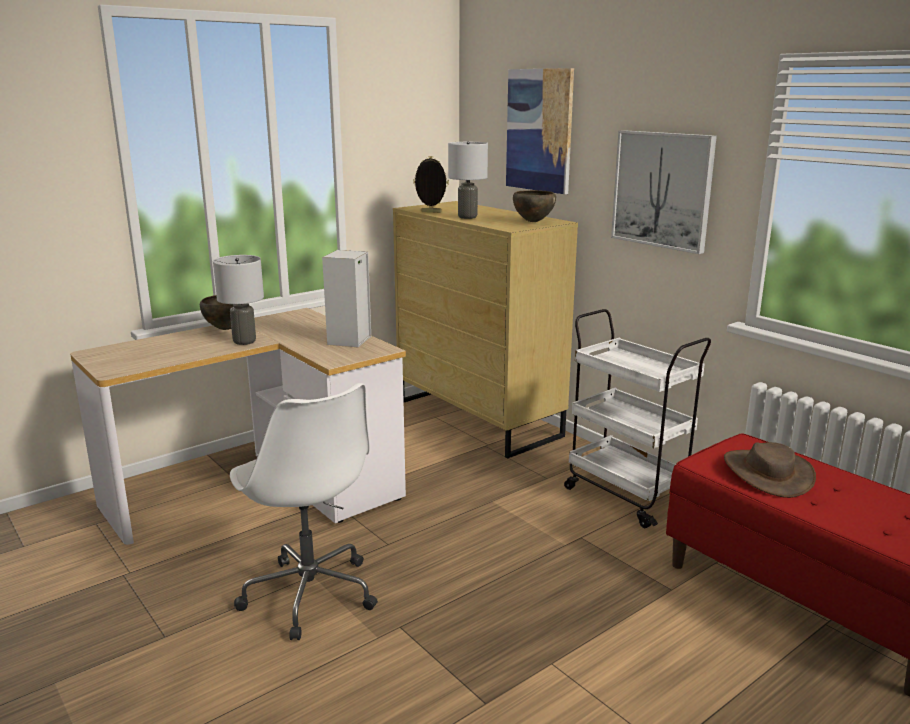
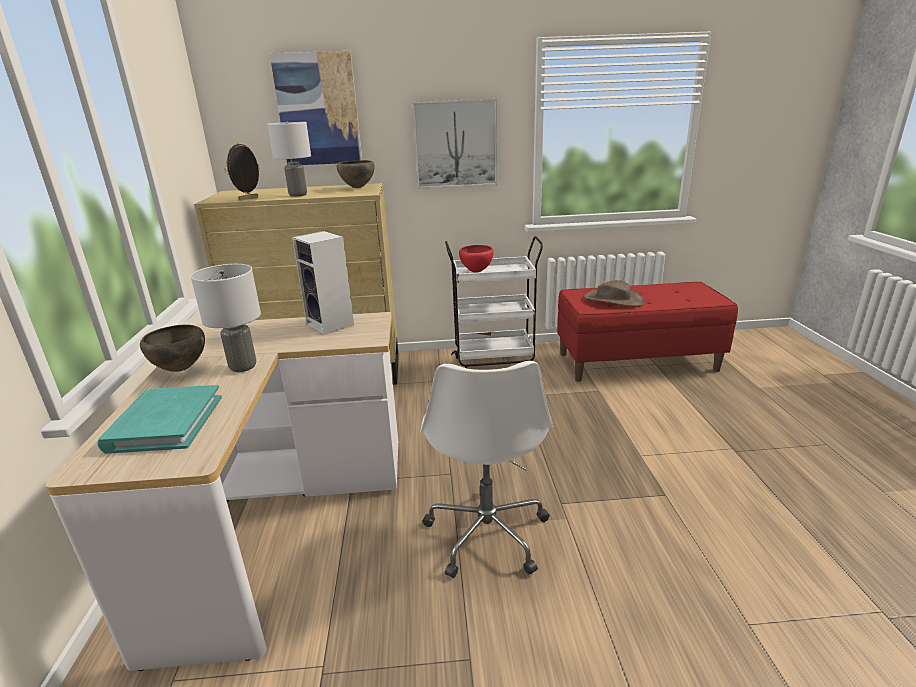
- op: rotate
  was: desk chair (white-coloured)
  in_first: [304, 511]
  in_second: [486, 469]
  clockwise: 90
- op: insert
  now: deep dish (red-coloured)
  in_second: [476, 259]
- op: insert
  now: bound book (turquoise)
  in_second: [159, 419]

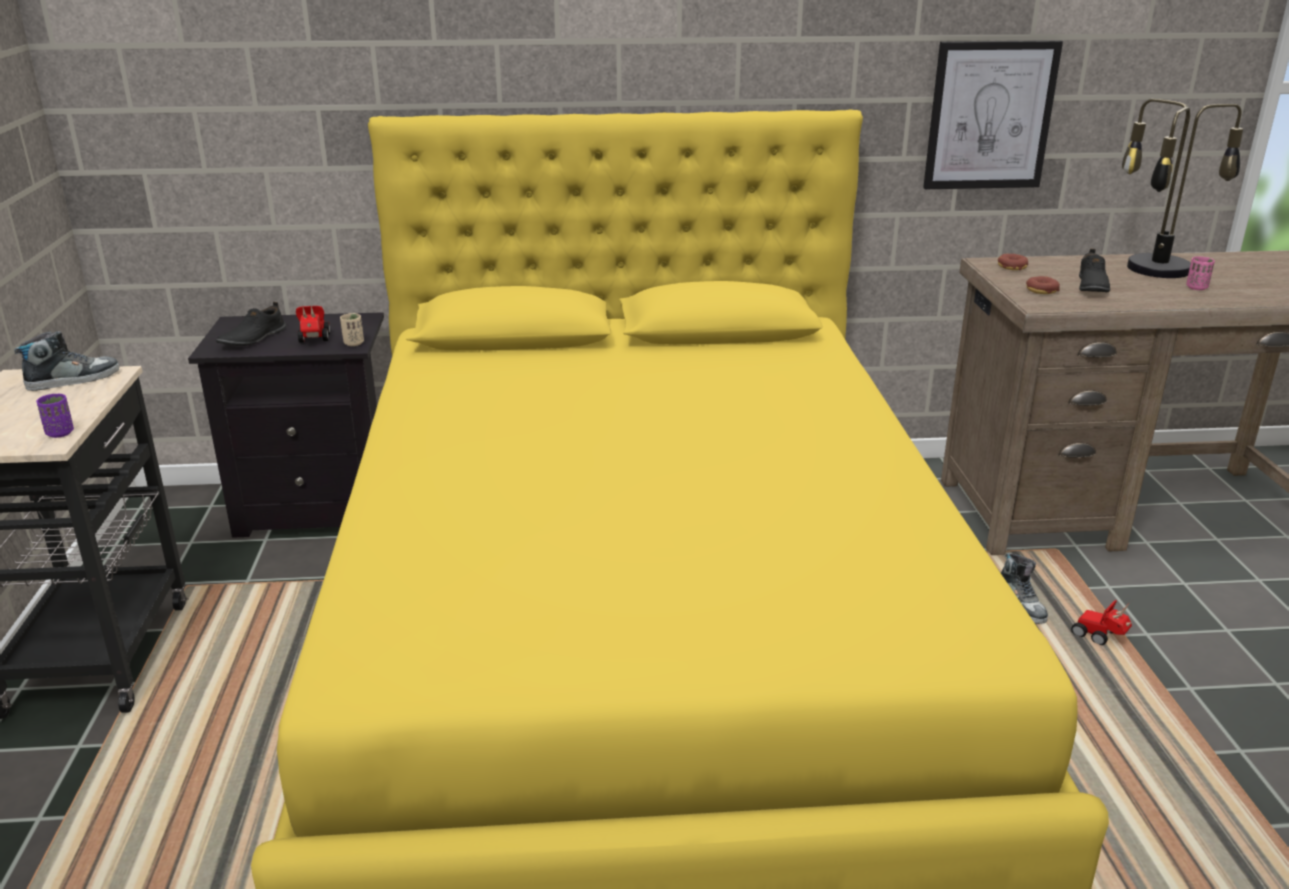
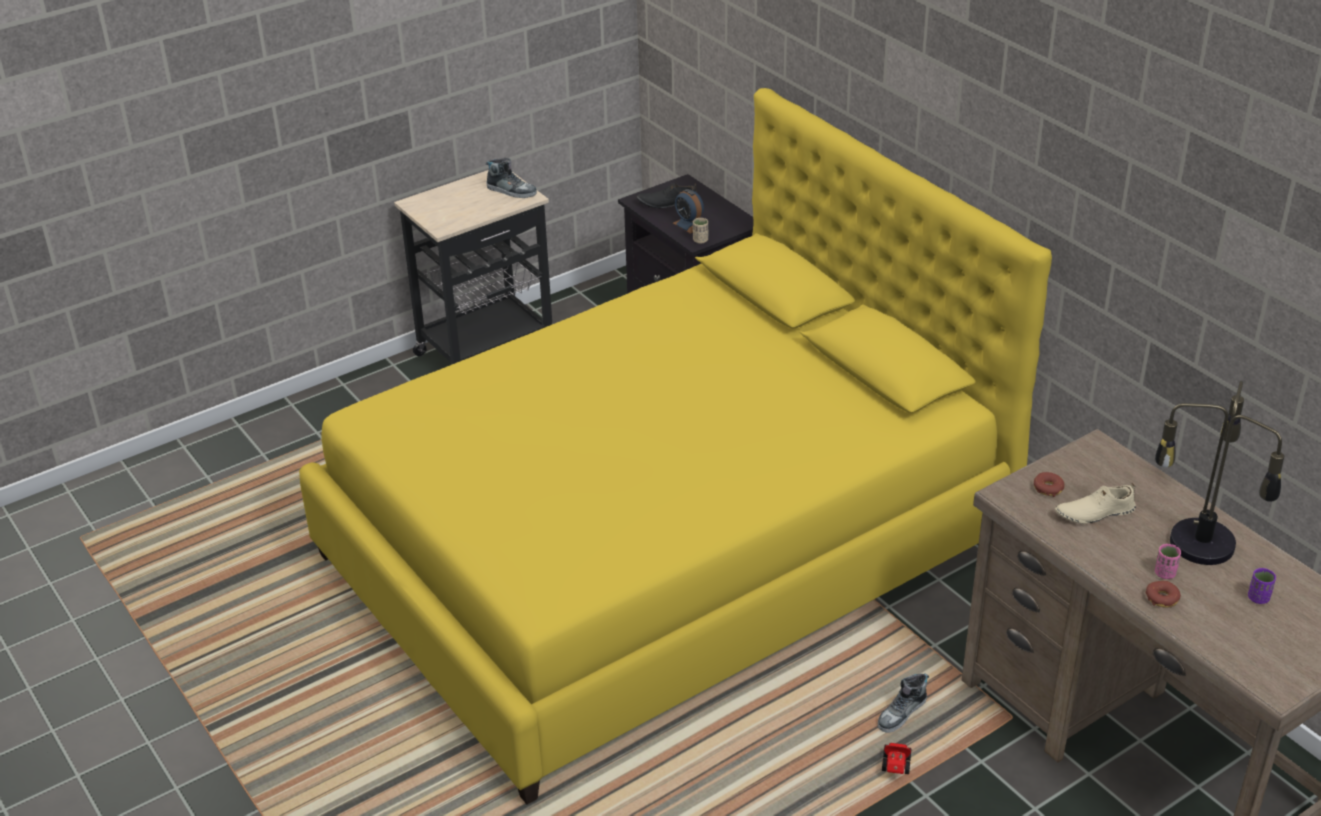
- op: delete
  was: wall picture
  in_first: [993, 114]
- op: recolor
  was: low shoe (black-coloured)
  now: low shoe (sand-coloured)
  in_first: [1094, 270]
  in_second: [1095, 503]
- op: move
  was: doughnut
  in_first: [1013, 262]
  in_second: [1163, 594]
- op: replace
  was: miniature car
  now: table clock
  in_first: [313, 324]
  in_second: [688, 211]
- op: move
  was: drinking cup (purple)
  in_first: [55, 415]
  in_second: [1262, 586]

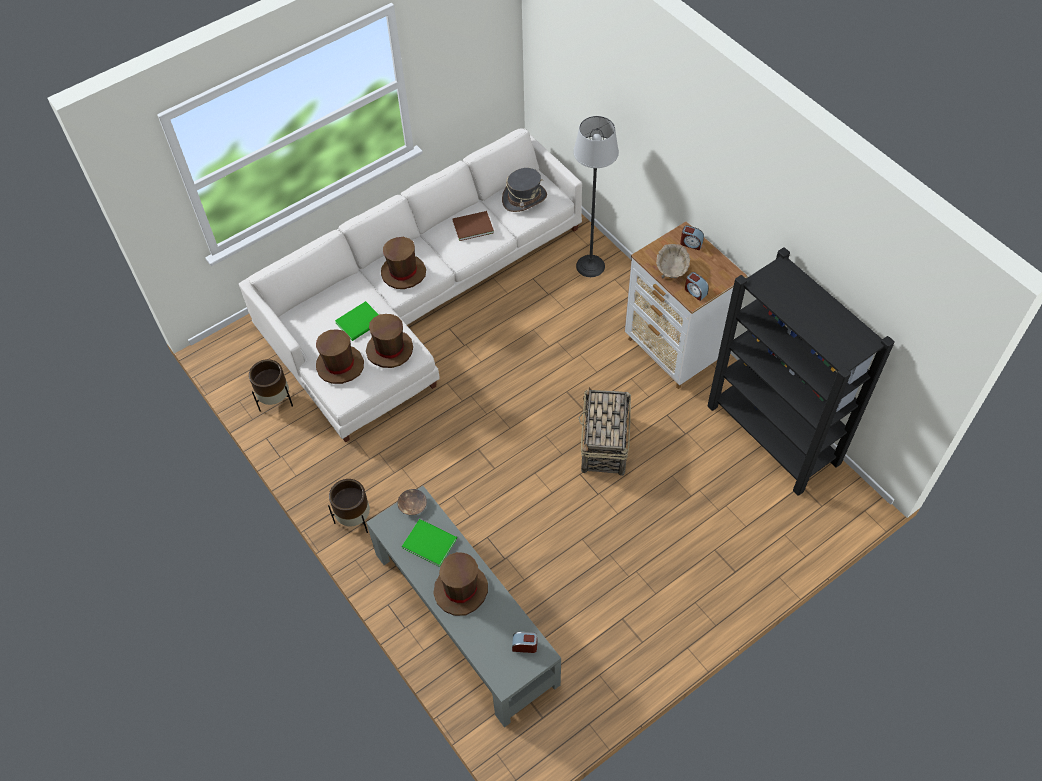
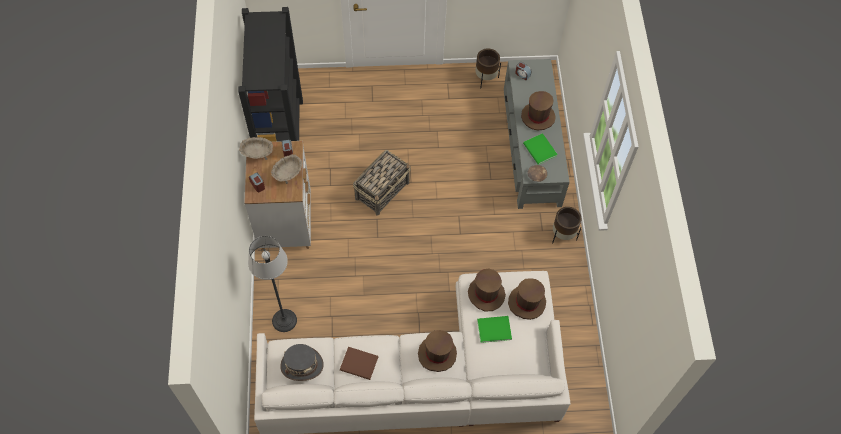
- op: move
  was: planter (brown)
  in_first: [271, 385]
  in_second: [488, 68]
- op: insert
  now: deep dish (sand-coloured)
  in_second: [256, 148]

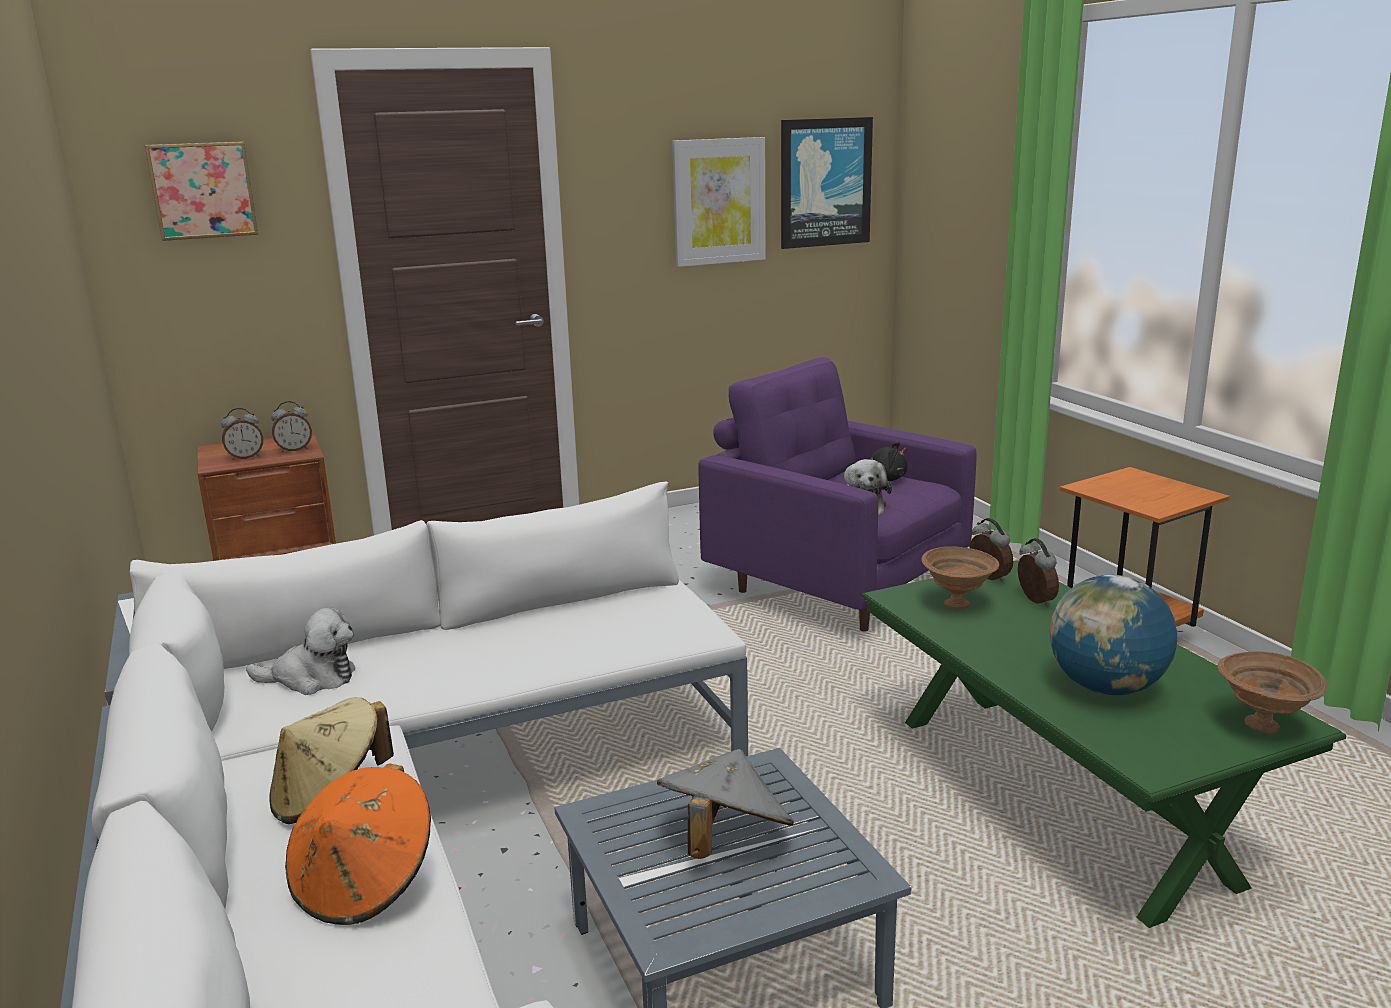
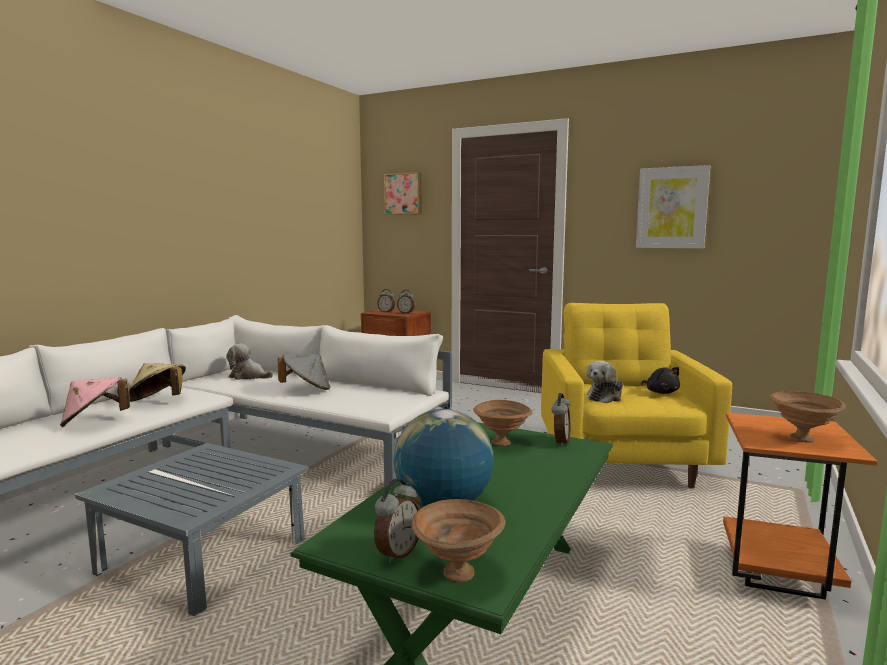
- op: delete
  was: wall picture
  in_first: [827, 183]
- op: recolor
  was: lounge chair (purple)
  now: lounge chair (yellowish)
  in_first: [837, 494]
  in_second: [636, 396]
- op: move
  was: table clock
  in_first: [1038, 572]
  in_second: [397, 521]
- op: rotate
  was: cuddly toy
  in_first: [300, 651]
  in_second: [249, 361]
  clockwise: 150
- op: move
  was: hat (grey)
  in_first: [725, 804]
  in_second: [304, 372]
- op: recolor
  was: hat (orangey)
  now: hat (pink-coloured)
  in_first: [358, 844]
  in_second: [95, 402]
- op: insert
  now: deep dish (brown)
  in_second: [807, 417]

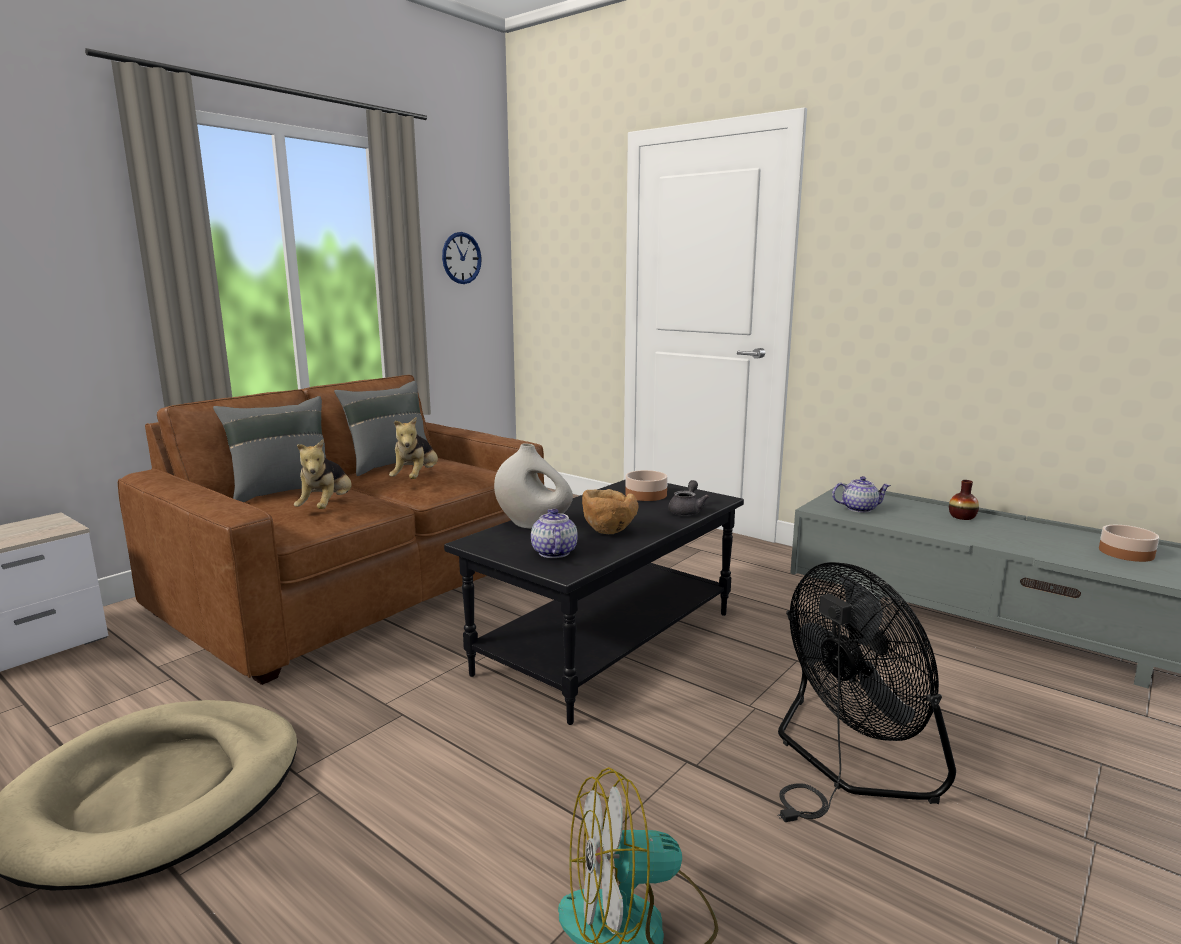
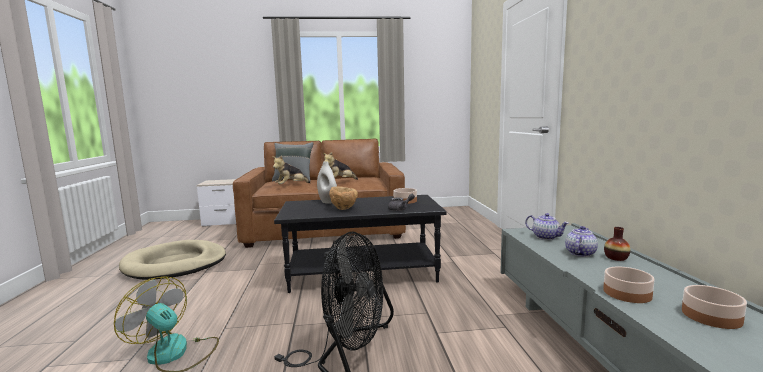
- op: delete
  was: clock on the wall
  in_first: [462, 258]
- op: delete
  was: pillow (grey)
  in_first: [380, 428]
- op: move
  was: teapot
  in_first: [554, 533]
  in_second: [581, 241]
- op: insert
  now: deep dish
  in_second: [629, 285]

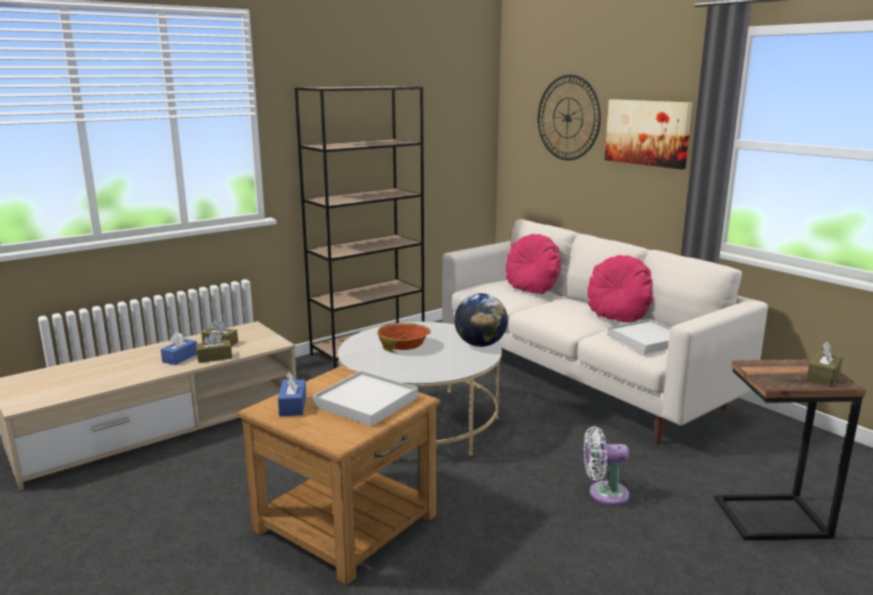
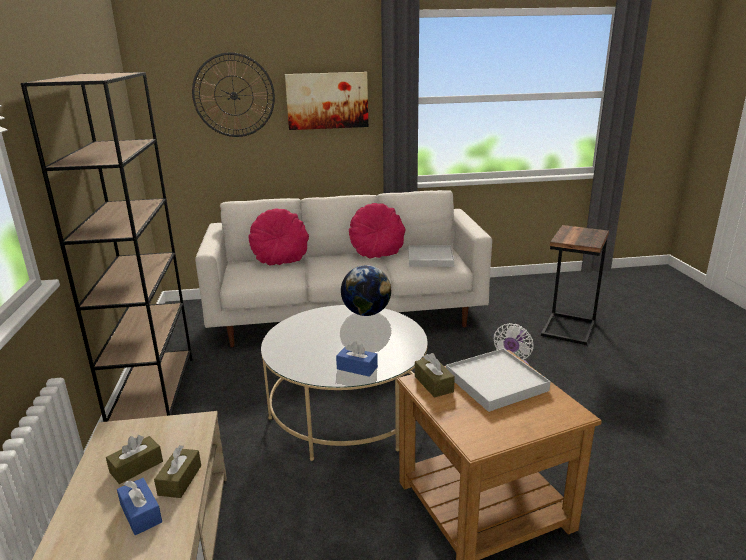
- op: delete
  was: deep dish
  in_first: [404, 338]
- op: move
  was: tissue holder (brown)
  in_first: [824, 364]
  in_second: [435, 375]
- op: move
  was: tissue holder (blue-coloured)
  in_first: [292, 394]
  in_second: [357, 359]

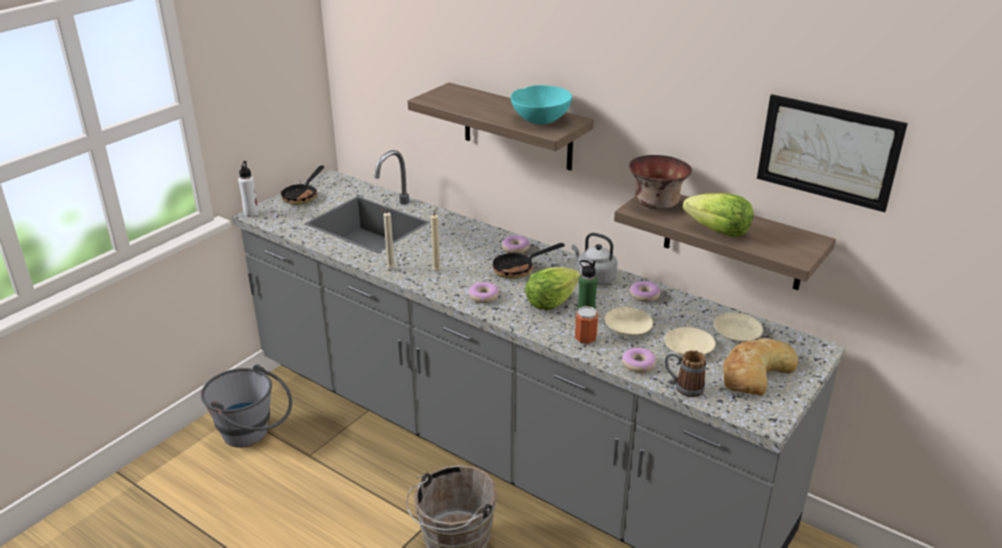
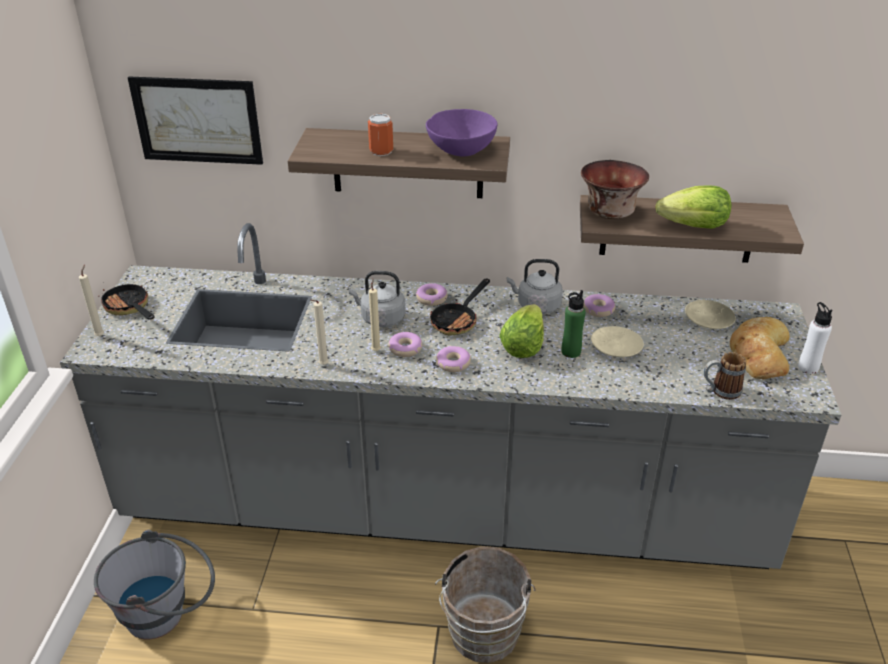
- op: recolor
  was: deep dish (turquoise)
  now: deep dish (purple)
  in_first: [541, 104]
  in_second: [461, 132]
- op: move
  was: wall picture
  in_first: [832, 153]
  in_second: [195, 120]
- op: move
  was: drink bottle (white-coloured)
  in_first: [248, 189]
  in_second: [815, 338]
- op: rotate
  was: skillet
  in_first: [302, 185]
  in_second: [126, 301]
  clockwise: 150
- op: move
  was: metal can
  in_first: [586, 325]
  in_second: [380, 134]
- op: delete
  was: flat dish (sand-coloured)
  in_first: [690, 341]
- op: move
  was: doughnut
  in_first: [639, 360]
  in_second: [405, 344]
- op: insert
  now: wax light (sand-coloured)
  in_second: [91, 300]
- op: insert
  now: tea kettle (grey)
  in_second: [377, 299]

